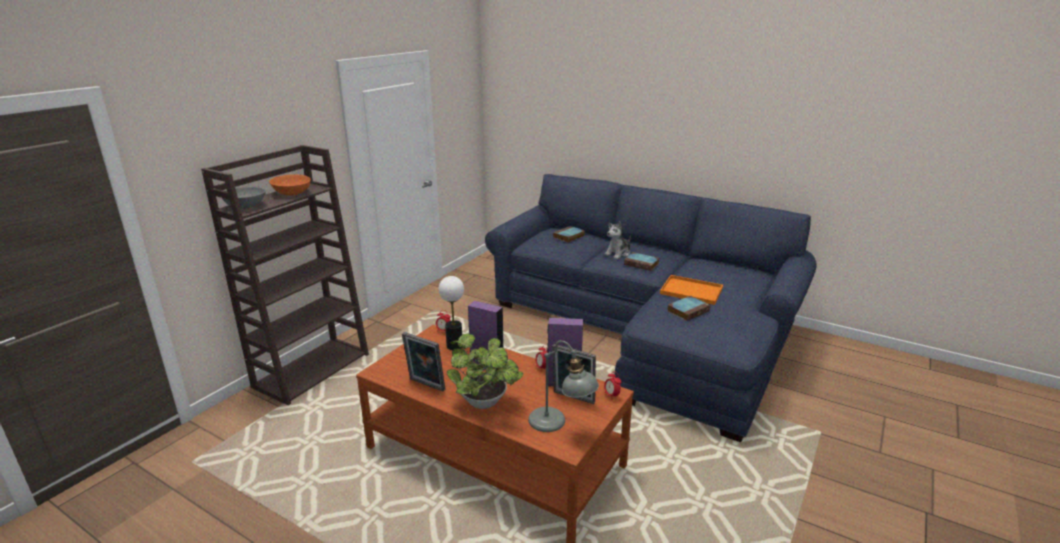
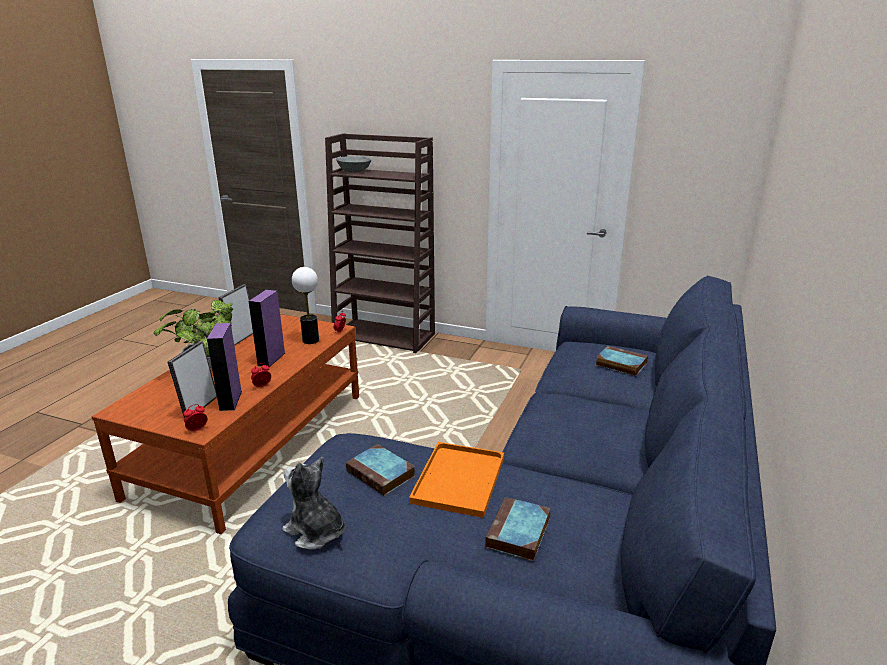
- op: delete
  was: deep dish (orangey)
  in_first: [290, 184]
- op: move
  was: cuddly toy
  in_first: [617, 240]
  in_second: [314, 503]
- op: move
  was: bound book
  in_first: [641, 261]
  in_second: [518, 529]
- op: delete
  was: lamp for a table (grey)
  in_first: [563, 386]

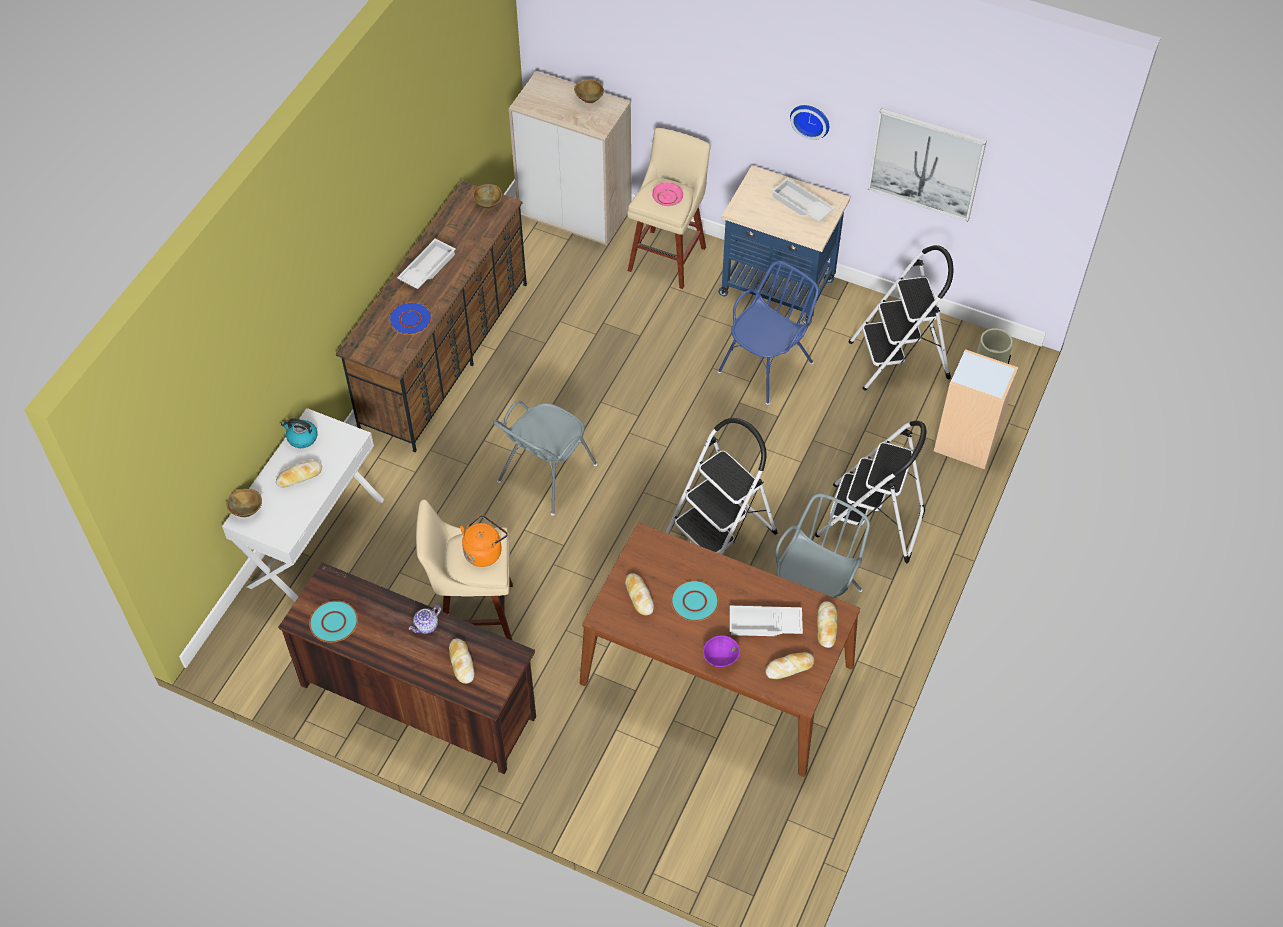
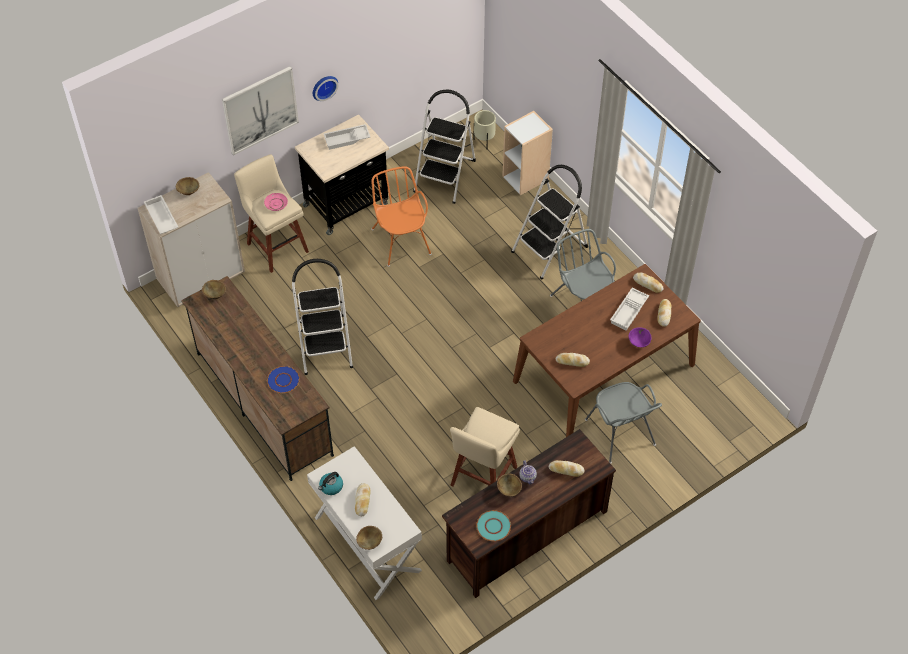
- op: move
  was: wall picture
  in_first: [927, 165]
  in_second: [260, 110]
- op: recolor
  was: wheeled cart (blue-coloured)
  now: wheeled cart (black-coloured)
  in_first: [784, 245]
  in_second: [342, 175]
- op: move
  was: serving tray (white-coloured)
  in_first: [426, 263]
  in_second: [161, 214]
- op: recolor
  was: chair (blue-coloured)
  now: chair (orangey)
  in_first: [768, 333]
  in_second: [401, 216]
- op: move
  was: chair (grey)
  in_first: [545, 458]
  in_second: [623, 423]
- op: move
  was: stepladder
  in_first: [721, 486]
  in_second: [322, 317]
- op: delete
  was: tea kettle (orangey)
  in_first: [484, 541]
- op: delete
  was: flat dish (turquoise)
  in_first: [695, 600]
- op: insert
  now: deep dish (brown)
  in_second: [509, 485]

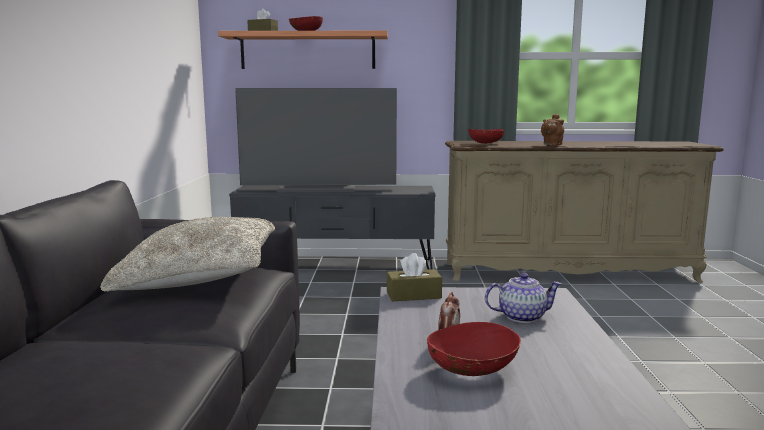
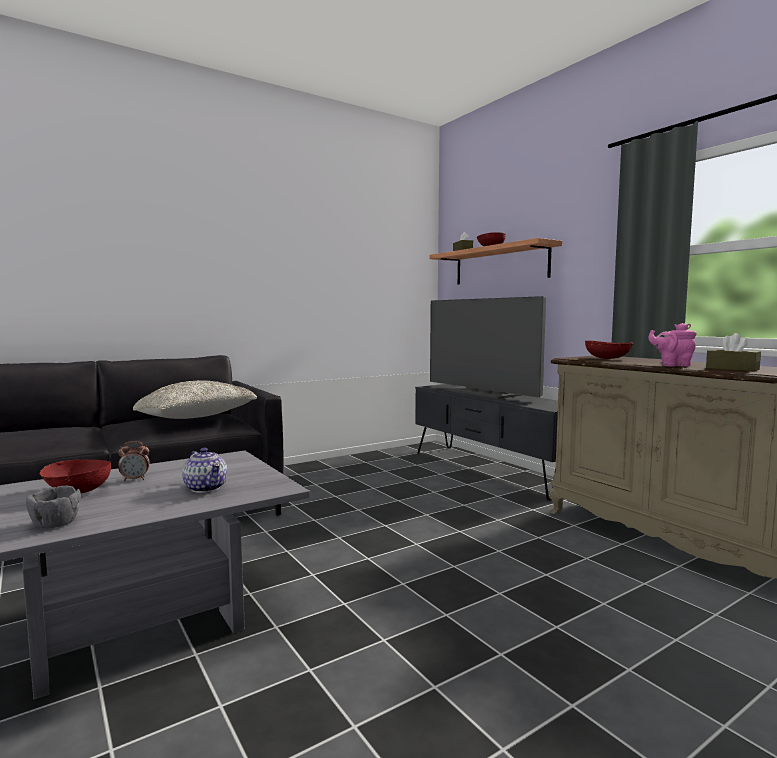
- op: recolor
  was: teapot (brown)
  now: teapot (pink-coloured)
  in_first: [552, 130]
  in_second: [672, 345]
- op: move
  was: tissue holder (brown)
  in_first: [414, 277]
  in_second: [733, 352]
- op: insert
  now: deep dish (grey)
  in_second: [53, 507]

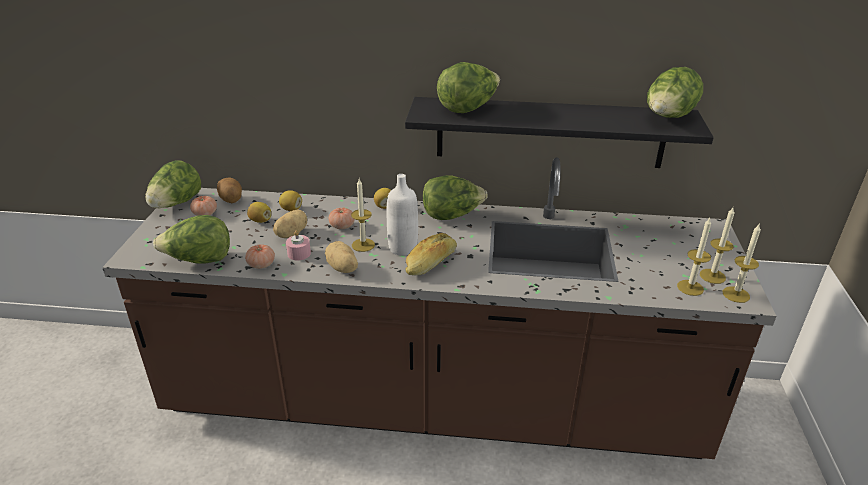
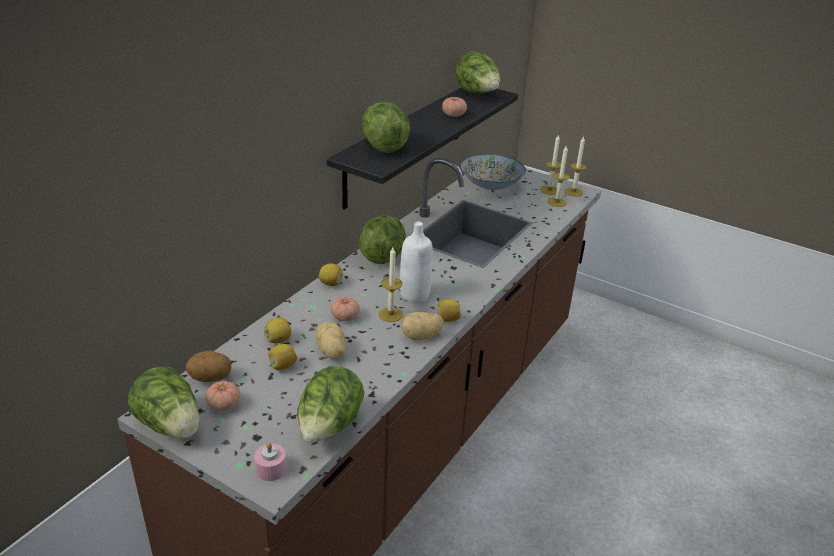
- op: move
  was: wax light (pink-coloured)
  in_first: [298, 245]
  in_second: [270, 461]
- op: delete
  was: bakery bread
  in_first: [431, 254]
- op: move
  was: fresh tomato
  in_first: [260, 256]
  in_second: [454, 107]
- op: insert
  now: deep dish
  in_second: [493, 172]
- op: insert
  now: whole lemon
  in_second: [449, 310]

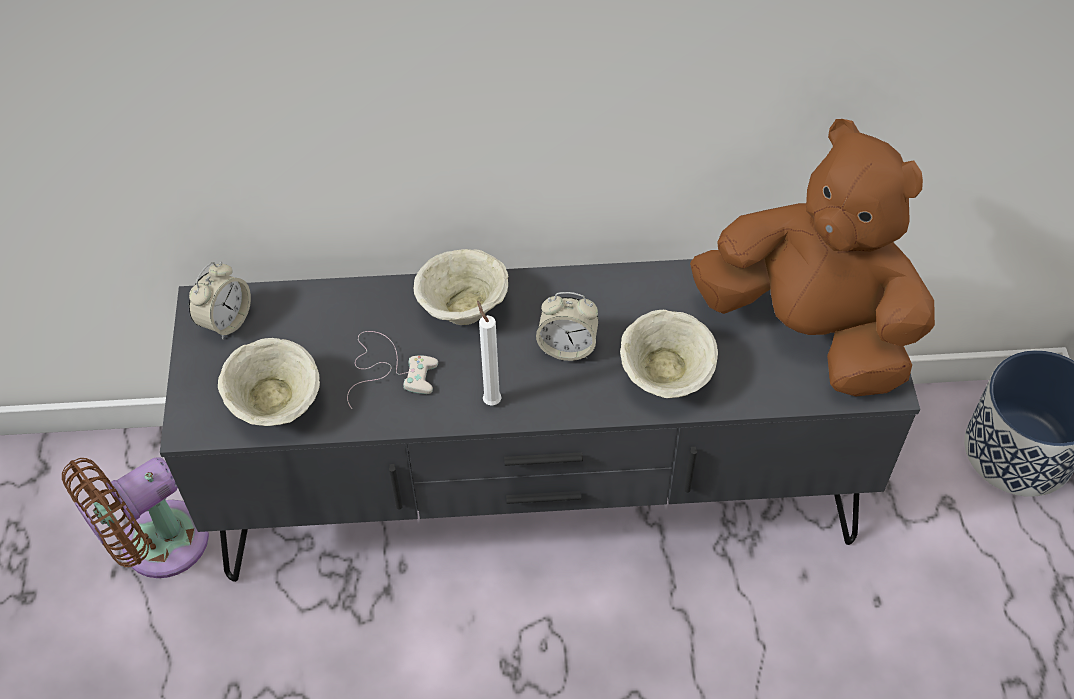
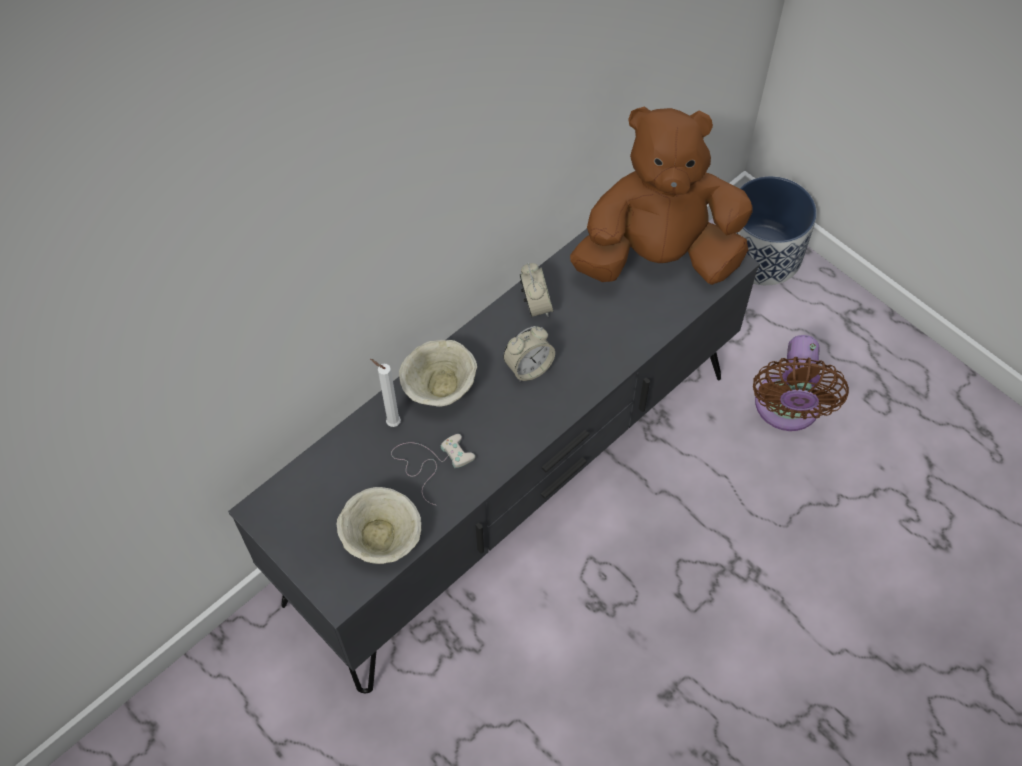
- op: move
  was: table clock
  in_first: [220, 301]
  in_second: [536, 290]
- op: move
  was: wax light (white-coloured)
  in_first: [489, 353]
  in_second: [385, 393]
- op: delete
  was: deep dish (sand-coloured)
  in_first: [669, 354]
- op: move
  was: fan (brown)
  in_first: [135, 517]
  in_second: [801, 383]

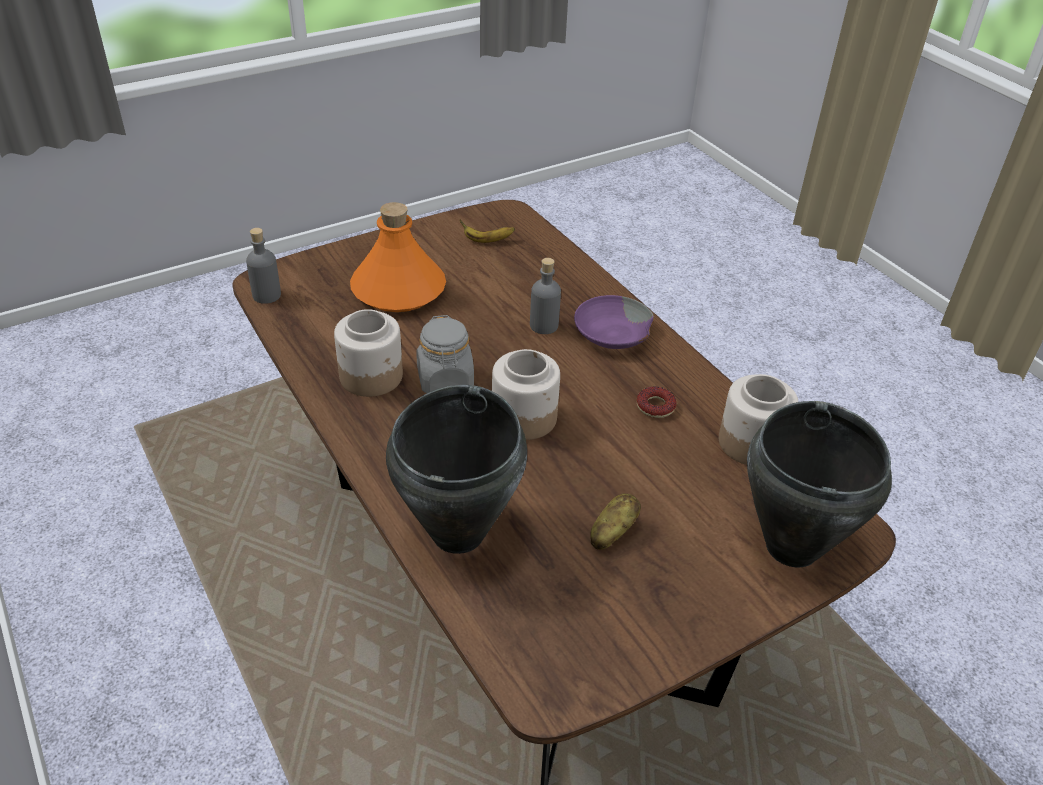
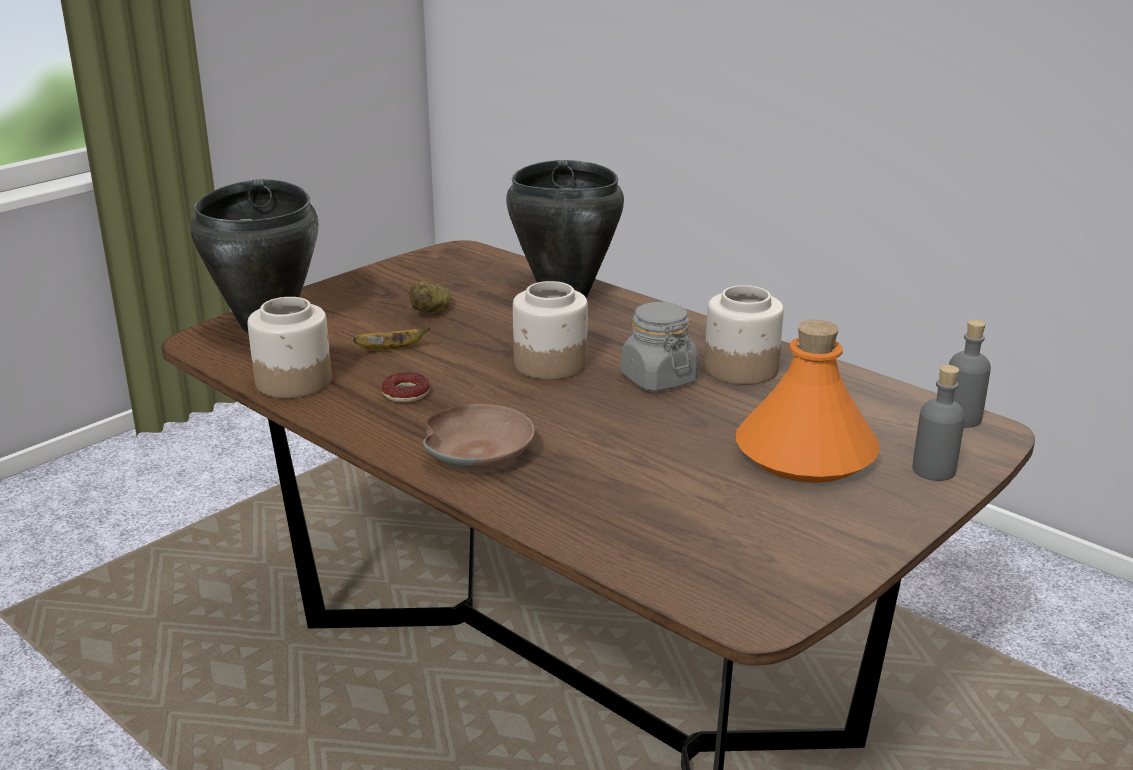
- op: move
  was: whole banana
  in_first: [487, 231]
  in_second: [391, 338]
- op: move
  was: drink bottle (grey)
  in_first: [545, 296]
  in_second: [939, 423]
- op: recolor
  was: deep dish (purple)
  now: deep dish (brown)
  in_first: [614, 322]
  in_second: [479, 437]

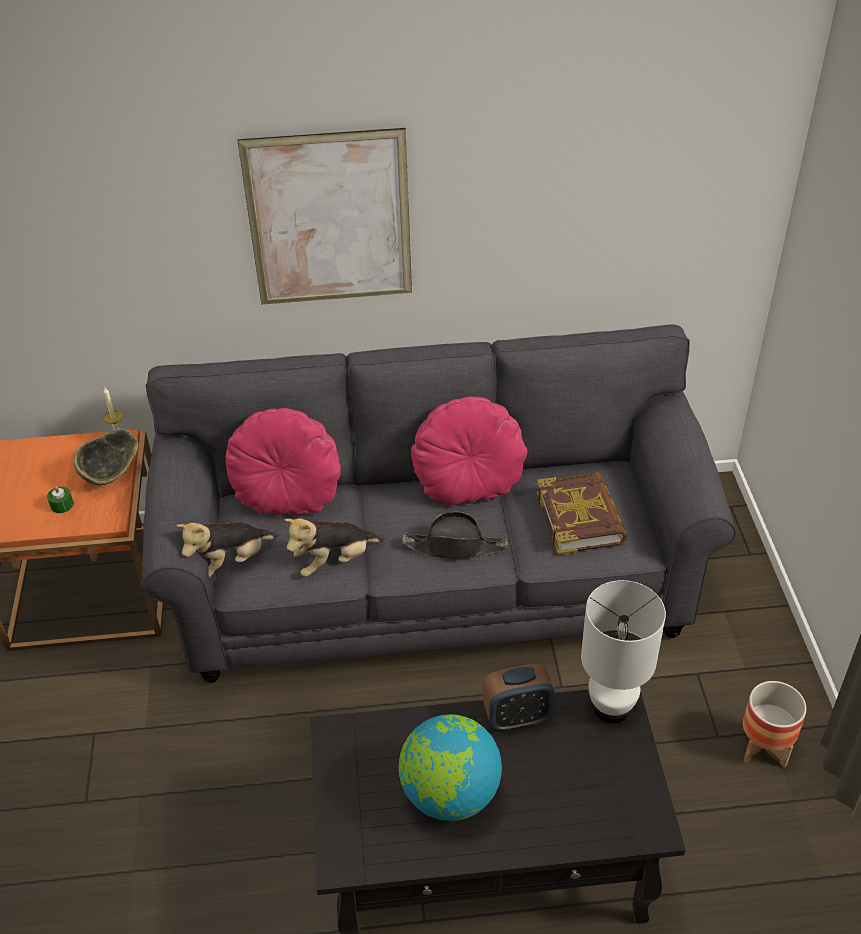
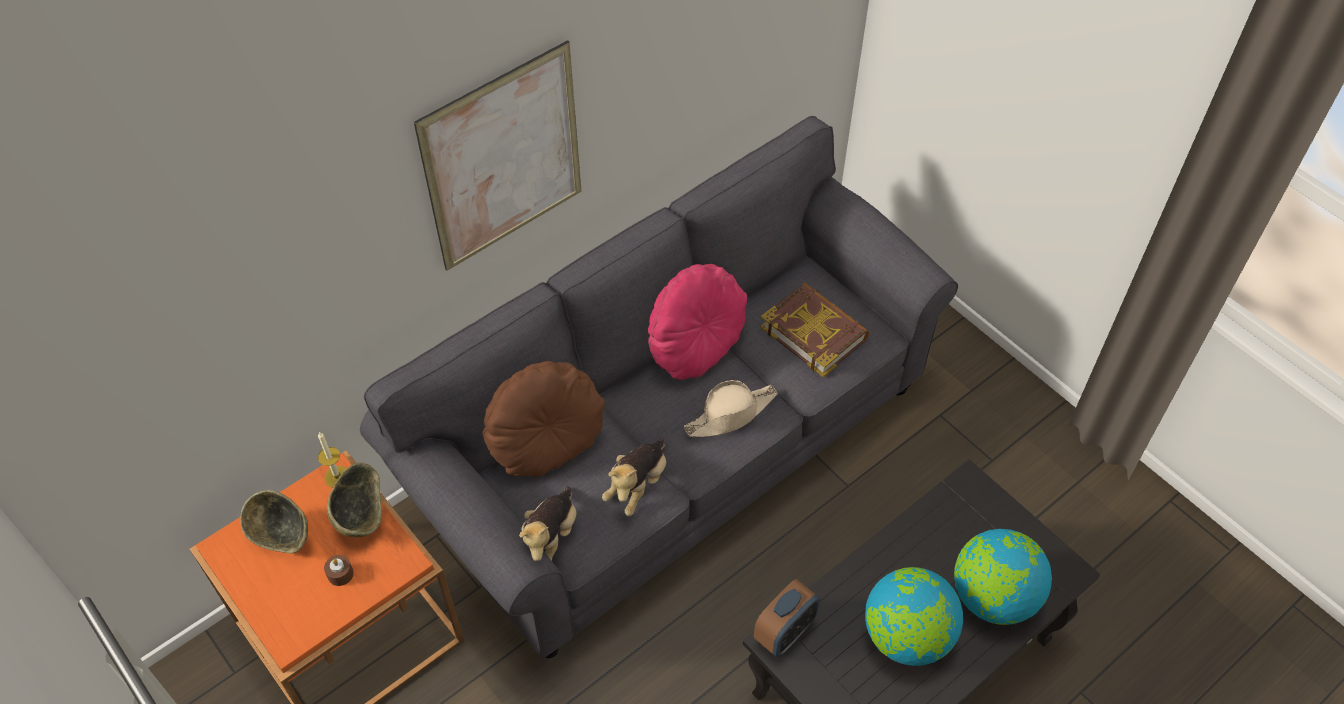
- op: recolor
  was: pillow (pink-coloured)
  now: pillow (brown)
  in_first: [283, 461]
  in_second: [543, 419]
- op: recolor
  was: wax light (green)
  now: wax light (brown)
  in_first: [60, 499]
  in_second: [339, 570]
- op: recolor
  was: hat (black-coloured)
  now: hat (sand-coloured)
  in_first: [455, 535]
  in_second: [731, 408]
- op: delete
  was: lamp for a table (white-coloured)
  in_first: [623, 652]
- op: move
  was: table clock
  in_first: [519, 697]
  in_second: [787, 618]
- op: delete
  was: planter
  in_first: [775, 724]
- op: insert
  now: deep dish
  in_second: [274, 522]
- op: insert
  now: globe
  in_second: [1003, 577]

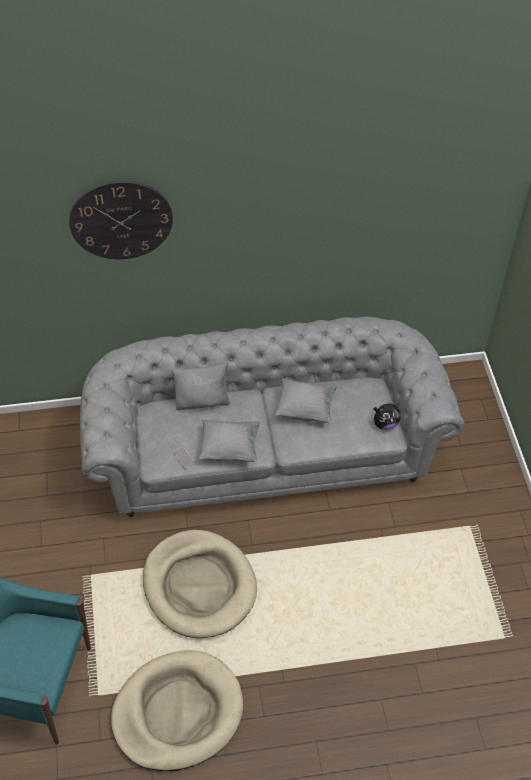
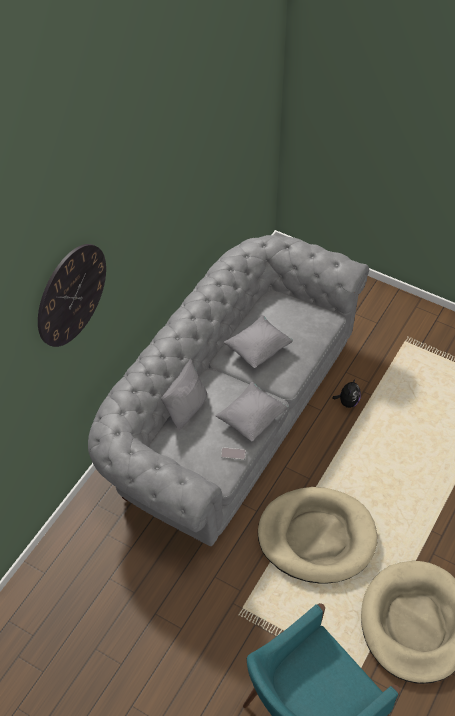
- op: move
  was: cuddly toy
  in_first: [387, 416]
  in_second: [346, 393]

